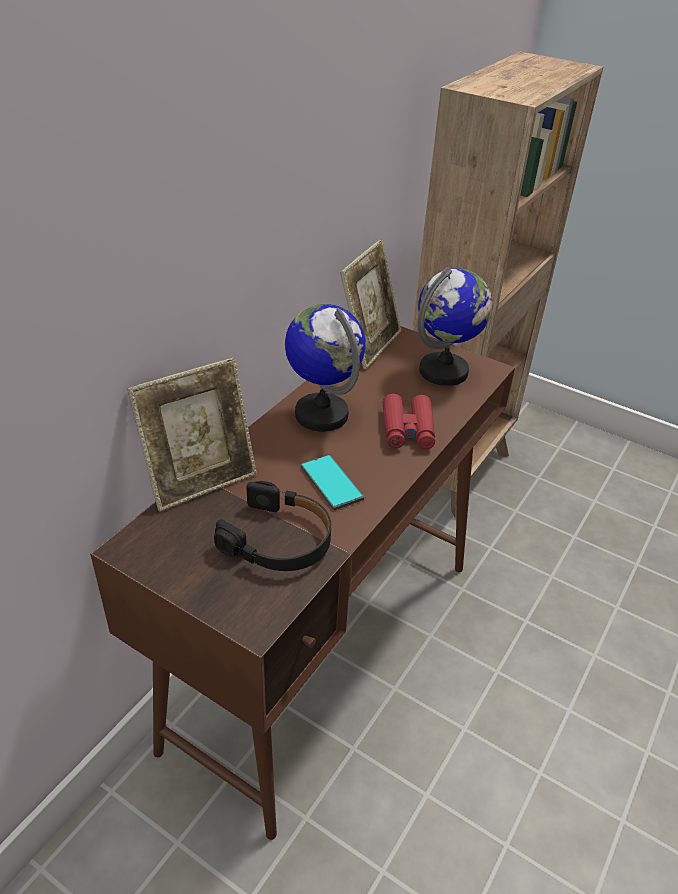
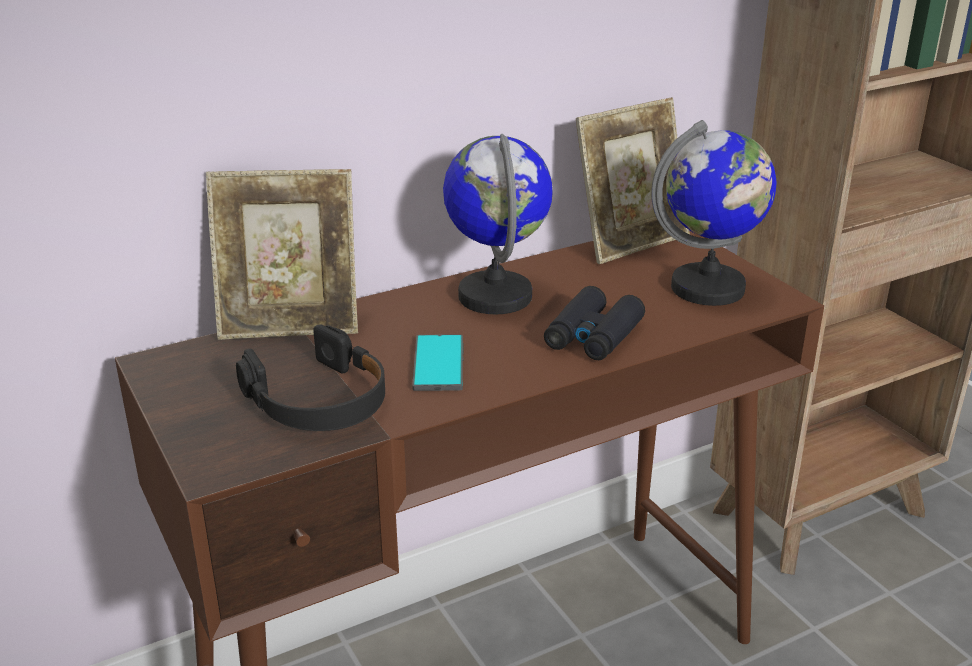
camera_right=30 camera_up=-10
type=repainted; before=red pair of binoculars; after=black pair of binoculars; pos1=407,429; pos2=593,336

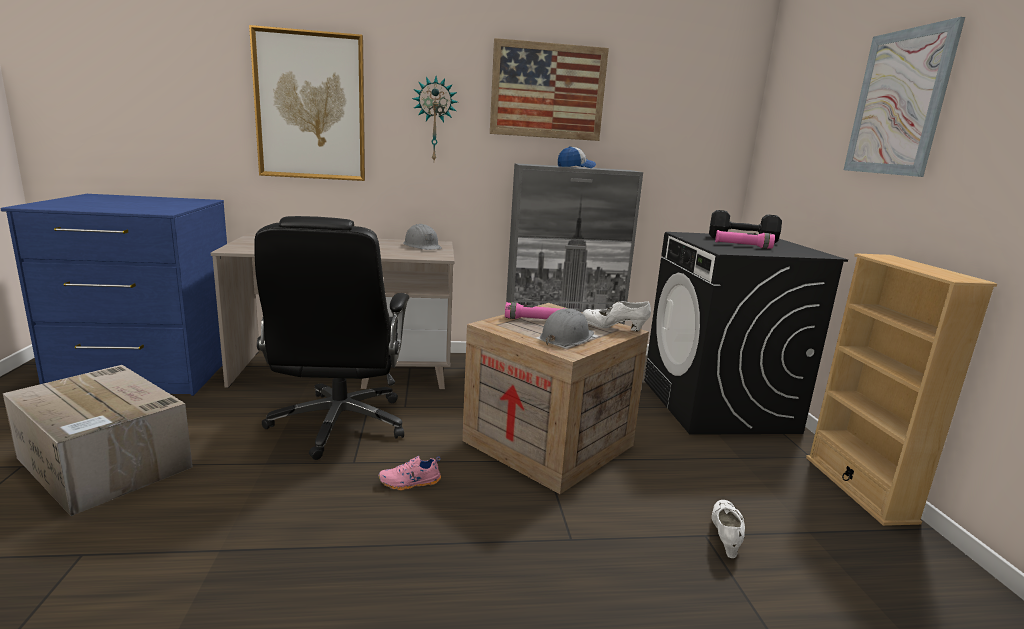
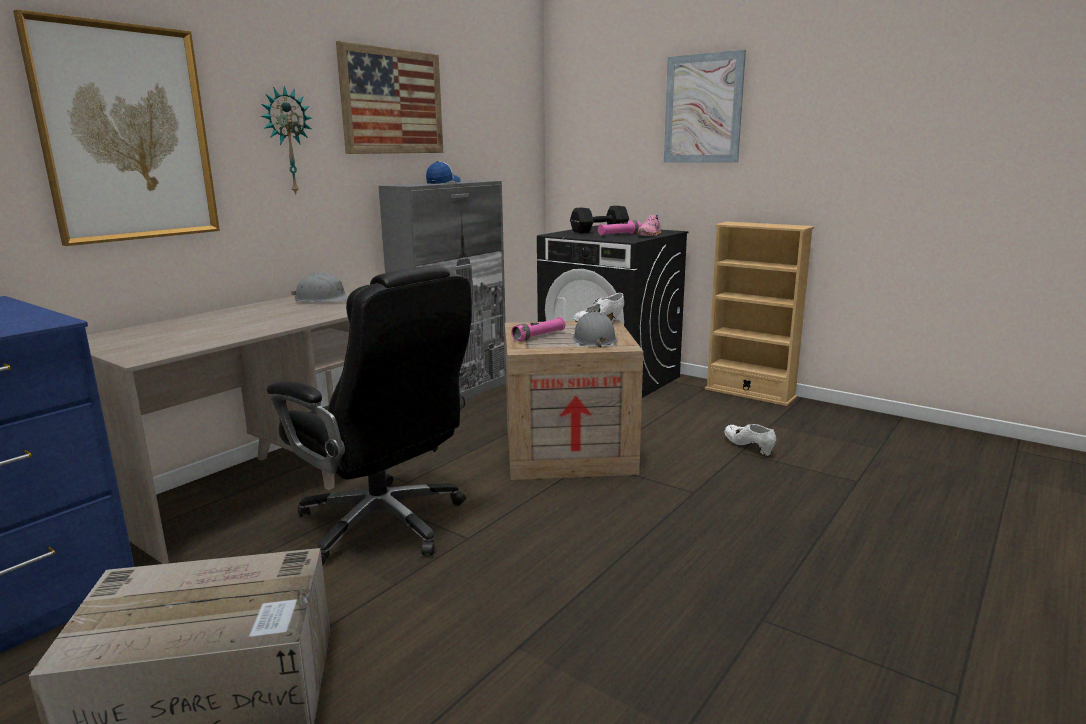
camera_right=-45 camera_up=0
type=shifted; before=pink low shoe; pos1=410,483; pos2=650,235

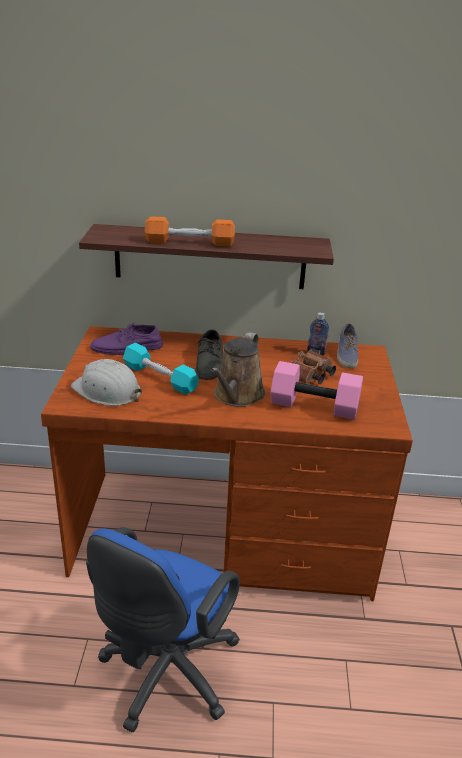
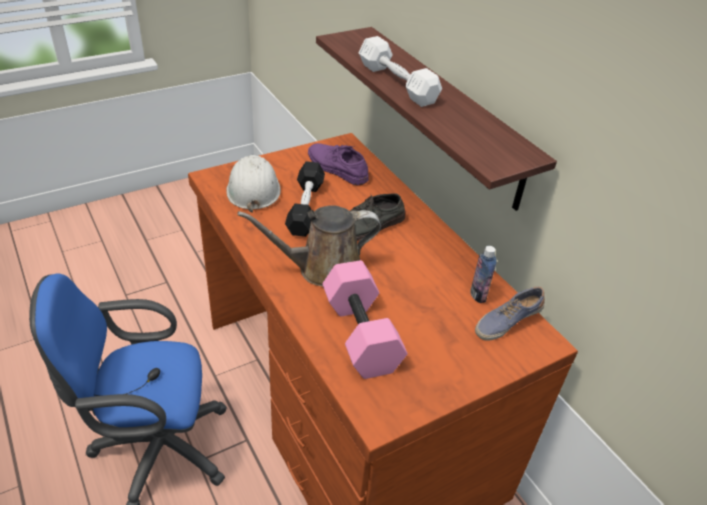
camera_right=55 camera_up=10
type=repainted; before=turquoise-coloured free weight; after=black free weight; pos1=160,377; pos2=305,208
type=repainted; before=orangey free weight; after=whitish free weight; pos1=190,242; pos2=397,83
type=gone; before=brown pair of binoculars; pos1=309,377

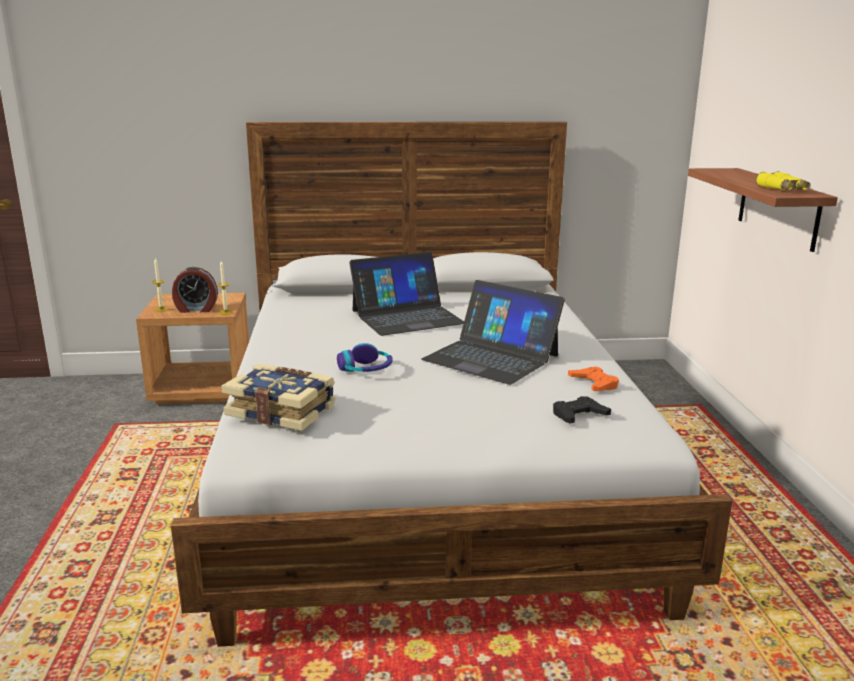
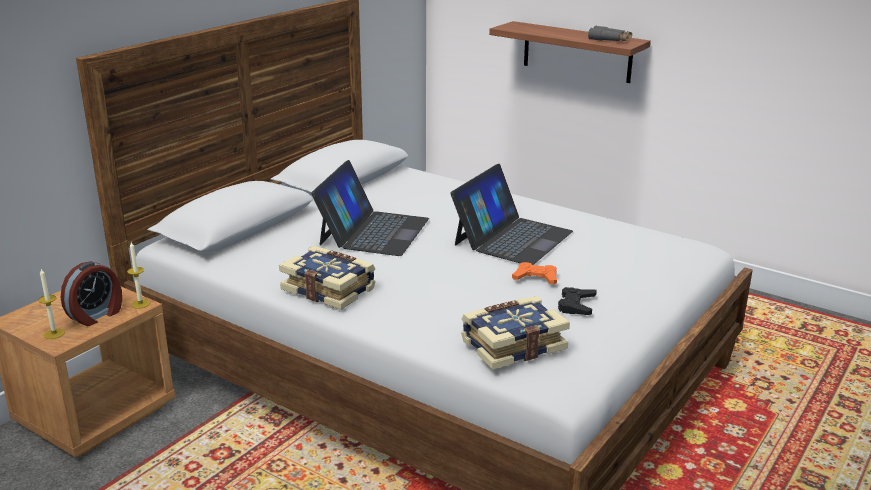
camera_right=-50 camera_up=5
type=gone; before=headset; pos1=366,369
type=rotated; before=notebook computer; pos1=491,357; pos2=512,238; turn=-45
type=shifted; before=black gamepad; pos1=579,415; pos2=576,305
type=shifted; before=orangey gamepad; pos1=594,383; pos2=536,278
type=repainted; before=yellow pair of binoculars; after=gray pair of binoculars; pos1=782,189; pos2=610,40
type=new; after=bound book; pos2=329,289

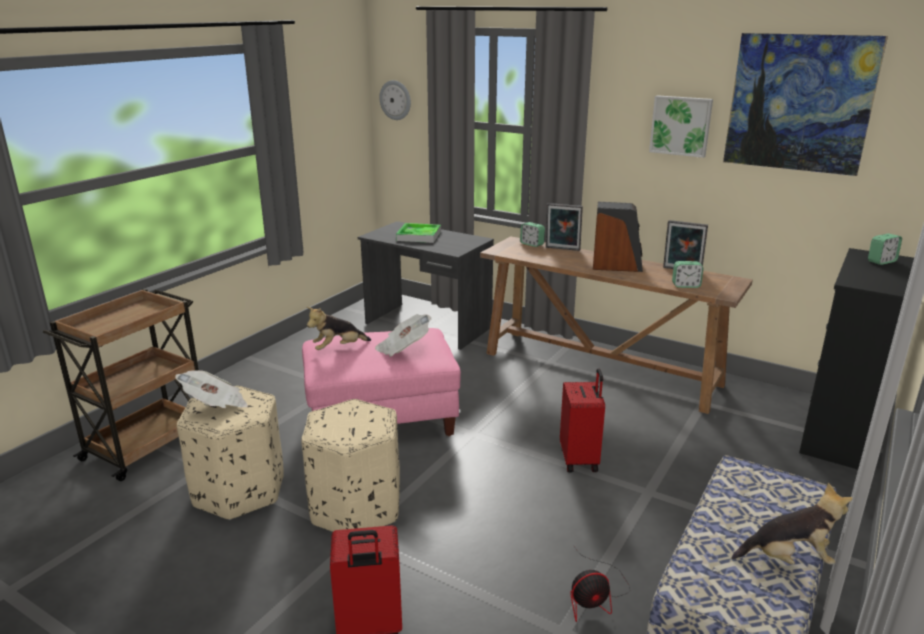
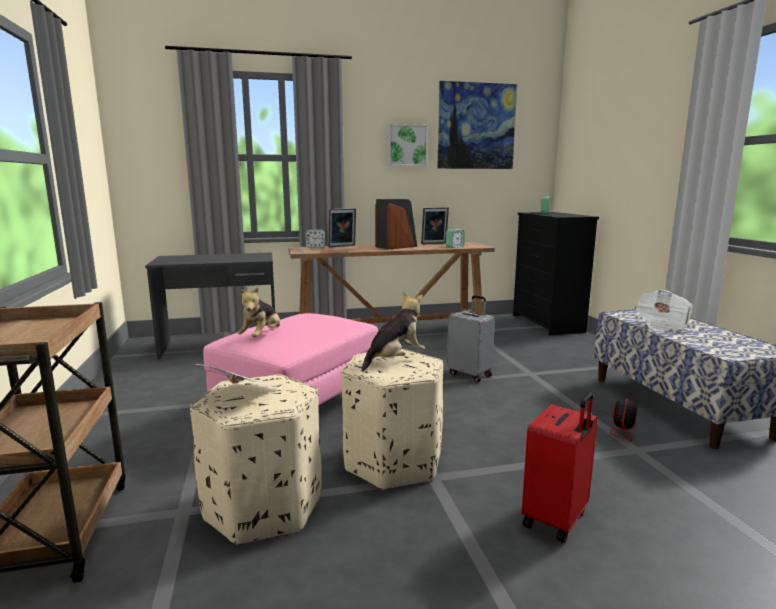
camera_right=-45 camera_up=-10
type=shifted; before=newspaper; pos1=403,348; pos2=661,324
type=gone; before=clock on the wall; pos1=395,100
type=gone; before=tray; pos1=419,236
type=repainted; before=red suitcase; after=gray suitcase; pos1=580,459; pos2=470,374
type=shifted; before=plush toy; pos1=788,558; pos2=395,360

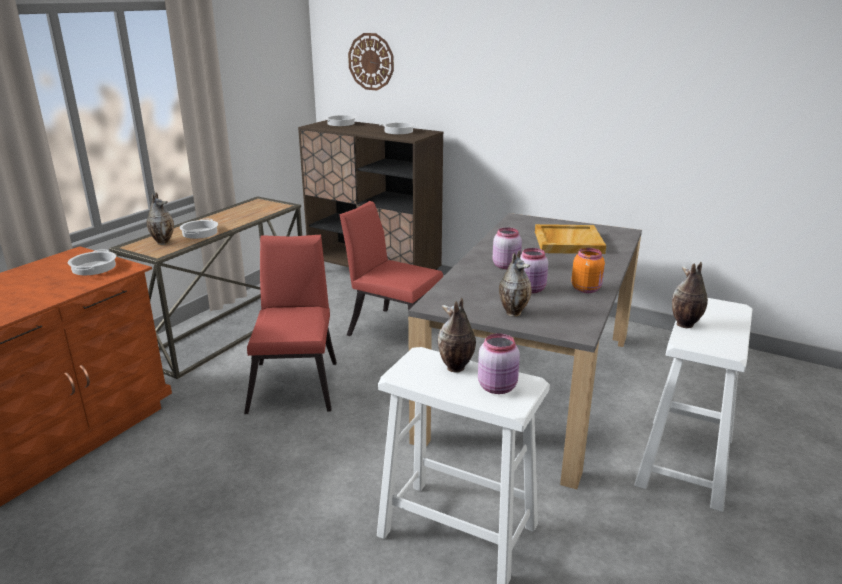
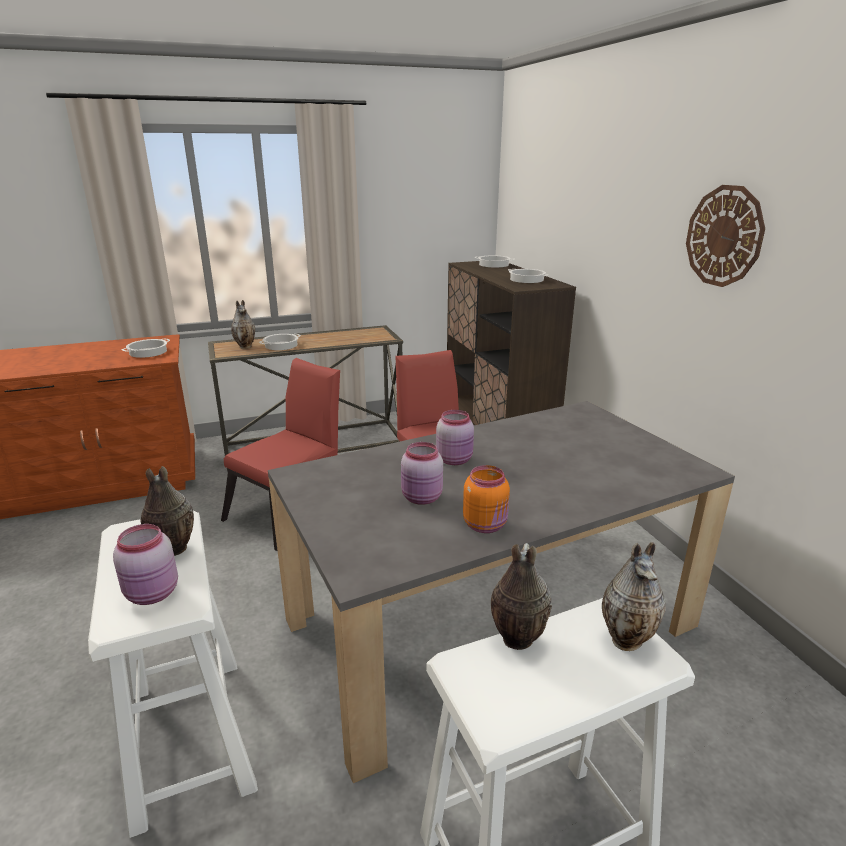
camera_right=40 camera_up=0
type=shifted; before=clock on the wall; pos1=371,61; pos2=724,236
type=shifted; before=vase; pos1=513,312; pos2=628,639
type=gone; before=beige-coloured tray; pos1=567,242

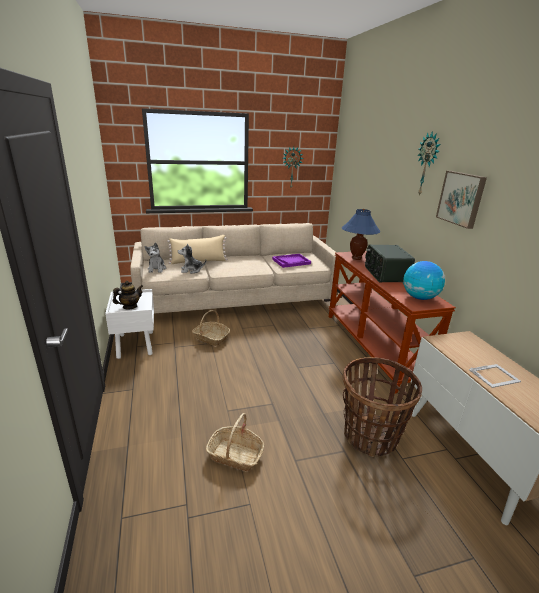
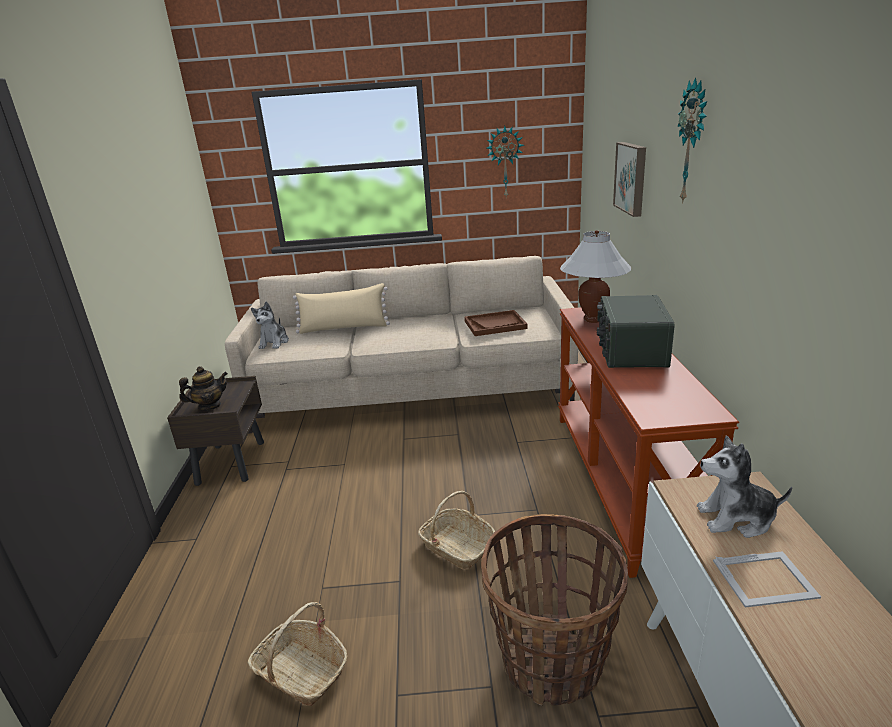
camera_right=15 camera_up=0
type=repainted; before=whitish bedside table; after=brown bedside table; pos1=135,344; pos2=231,462
type=shifted; before=plush toy; pos1=191,270; pos2=736,519
type=shifted; before=household basket; pos1=211,338; pos2=457,547
type=repainted; before=purple tray; after=brown tray; pos1=291,261; pos2=495,325
type=repainted; before=blue lamp for a table; after=whitish lamp for a table; pos1=356,258; pos2=593,319
type=gone; before=world globe; pos1=419,297
type=shifted; before=wall art; pos1=461,198; pos2=632,178

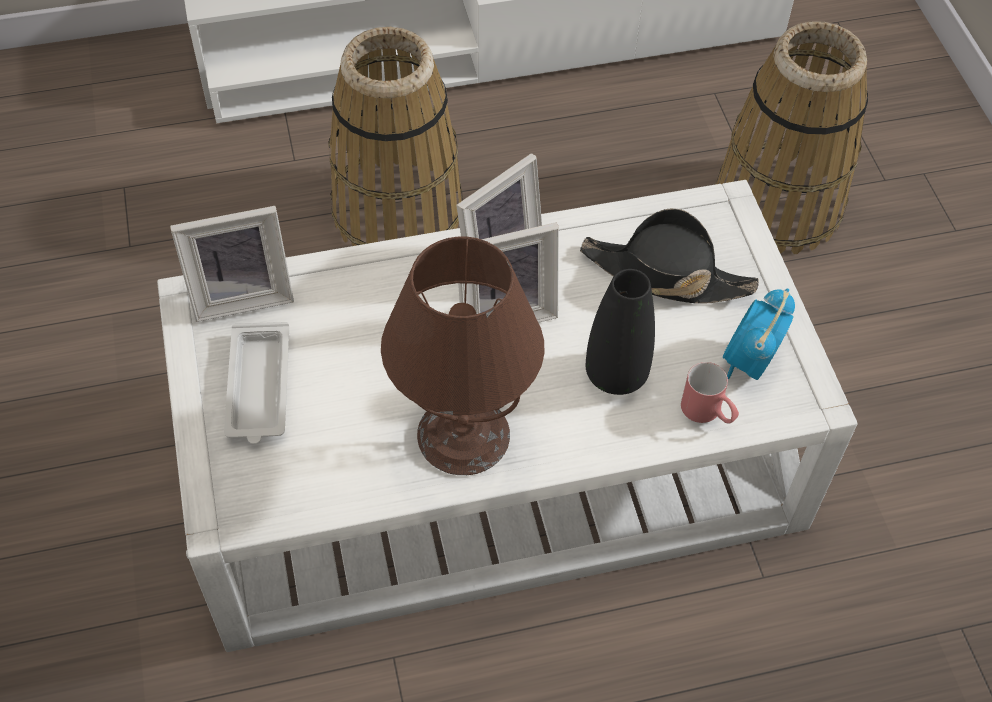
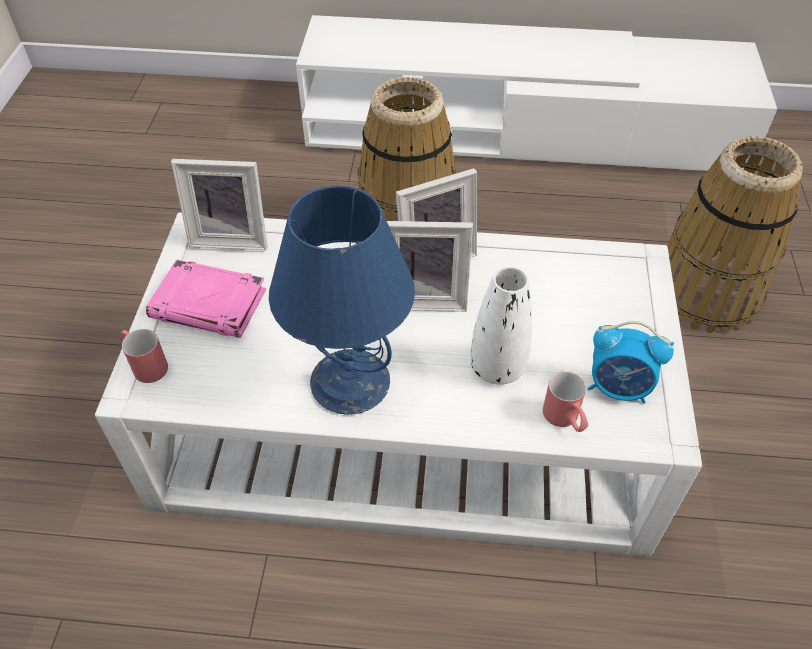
camera_right=20 camera_up=-5
type=swapped; before=whitish tray; after=pink bound book; pos1=259,388; pos2=210,304
type=repainted; before=brown lamp for a table; after=blue lamp for a table; pos1=464,434; pos2=351,380
type=gone; before=black hat; pos1=665,275
type=repainted; before=black vase; after=whitish vase; pos1=616,374; pos2=497,367
type=rotated; before=alarm clock; pos1=749,362; pos2=618,388; turn=-120
type=new; after=red coffee mug; pos2=145,364

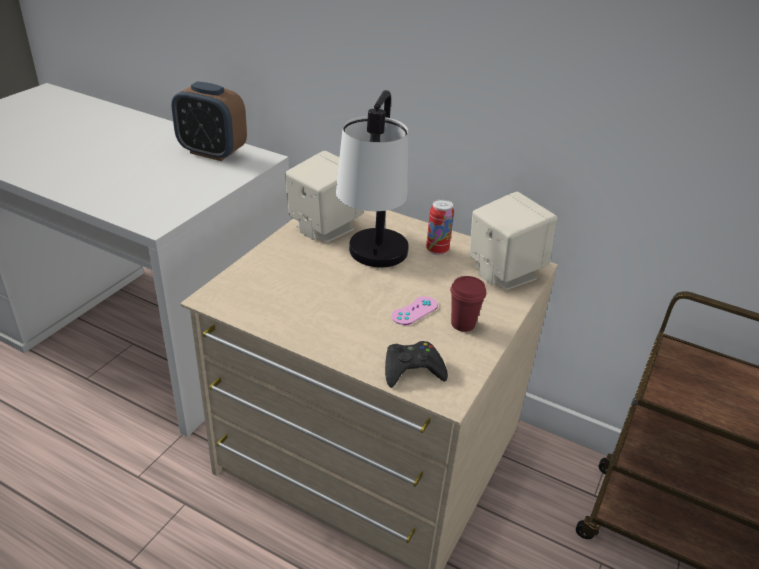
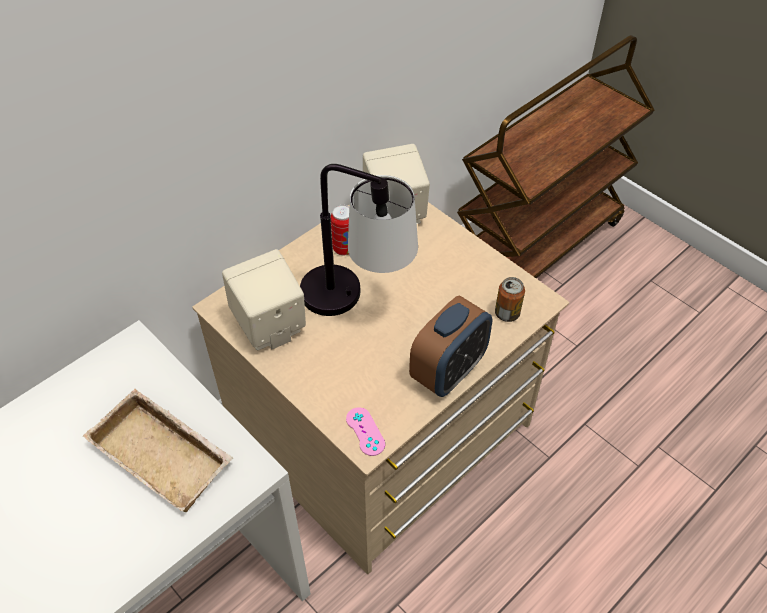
camera_right=-70 camera_up=15
type=shifted; before=alarm clock; pos1=212,152; pos2=448,371
type=swapped; before=black gamepad; after=metal can; pos1=412,369; pos2=507,313
type=shifted; before=pink gamepad; pos1=414,311; pos2=365,431
type=gone; before=red cup; pos1=463,324
type=new; after=beige-coloured tray; pos2=165,454

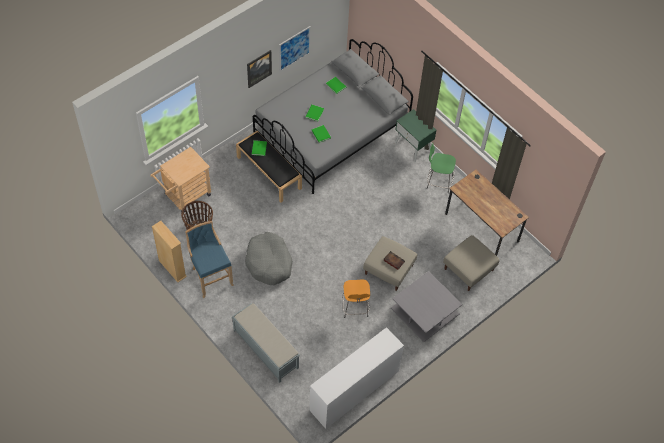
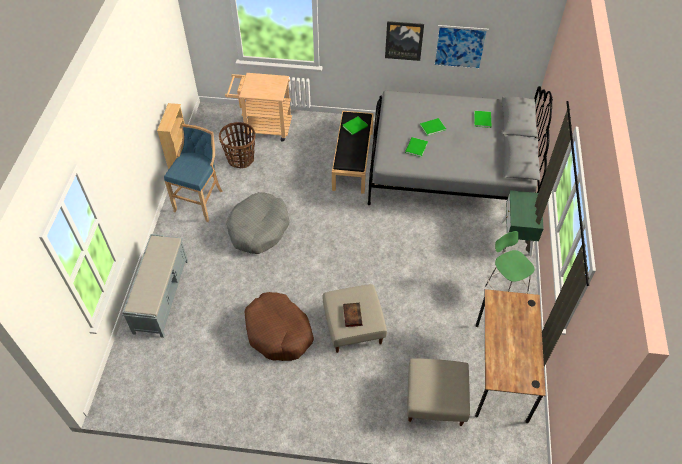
camera_right=50 camera_up=-5
type=gone; before=whitish dresser; pos1=354,391
type=swapped; before=orangey stool; after=brown pet bed; pos1=355,308; pos2=279,332
type=gone; before=gray low table; pos1=423,313

